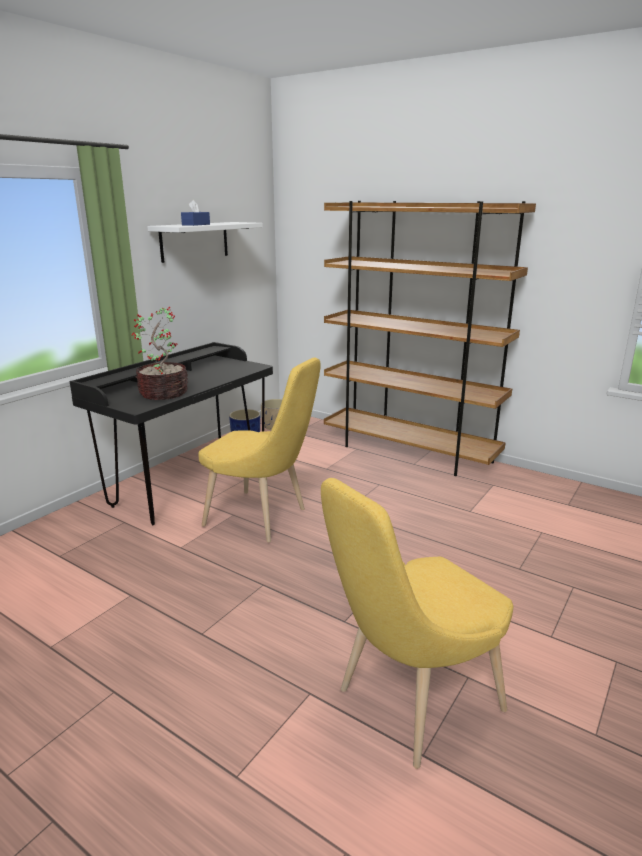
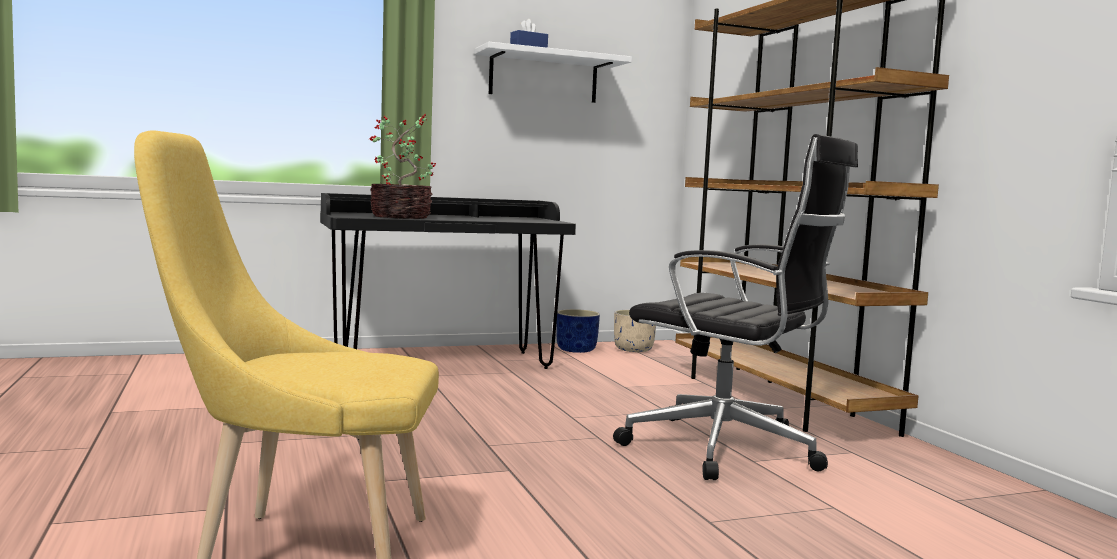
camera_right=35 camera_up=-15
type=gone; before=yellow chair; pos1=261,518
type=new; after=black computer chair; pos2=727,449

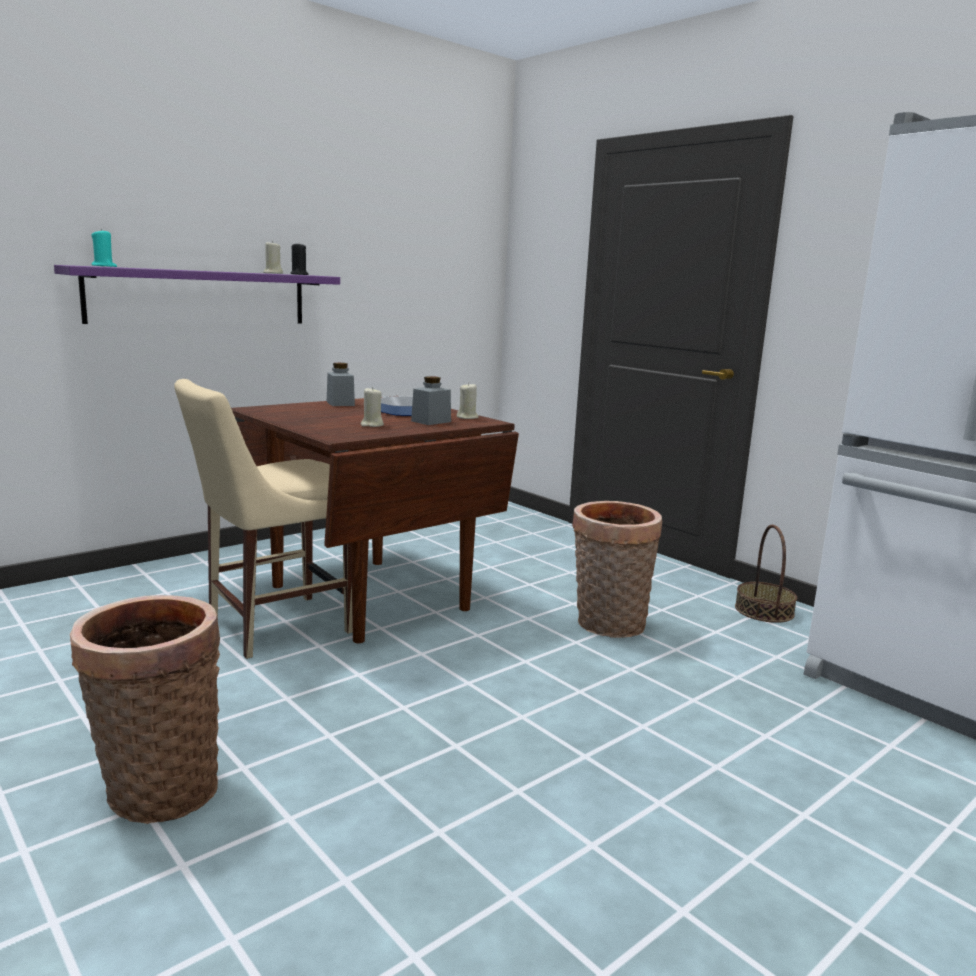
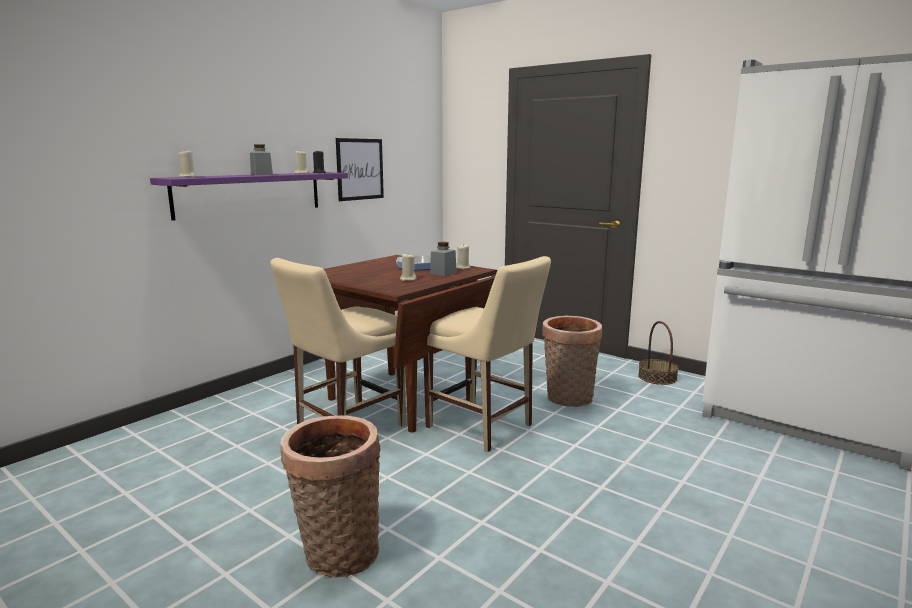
camera_right=-10 camera_up=0
type=repainted; before=turquoise-coloured wax light; after=beige-coloured wax light; pos1=104,266; pos2=188,177
type=shifted; before=gray preserve jar; pos1=340,403; pos2=261,174
type=new; after=wall art; pos2=360,169
type=new; after=beige-coloured chair; pos2=483,427

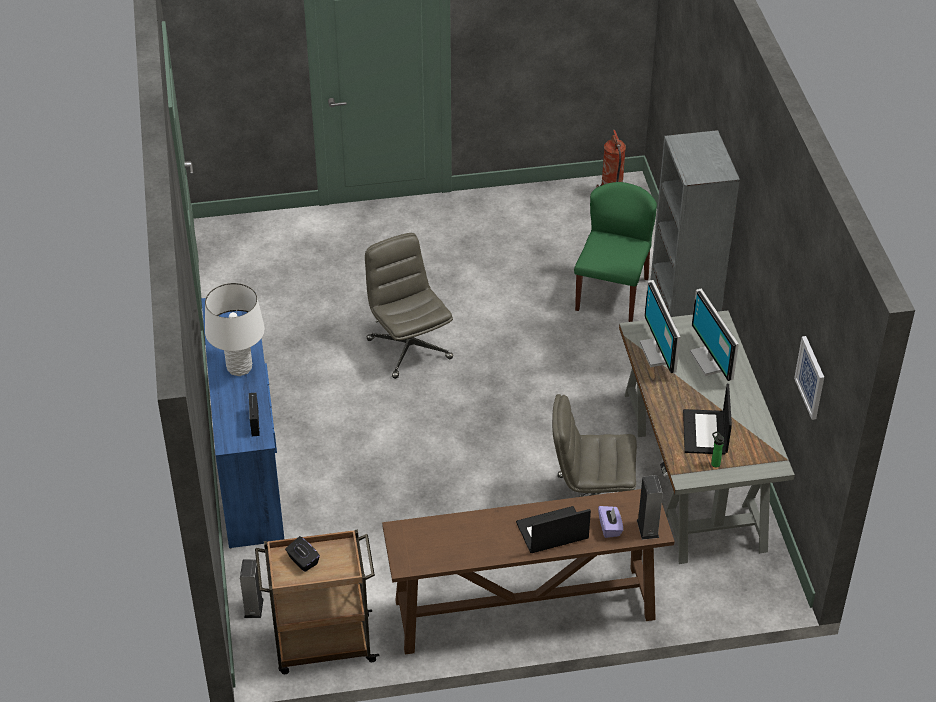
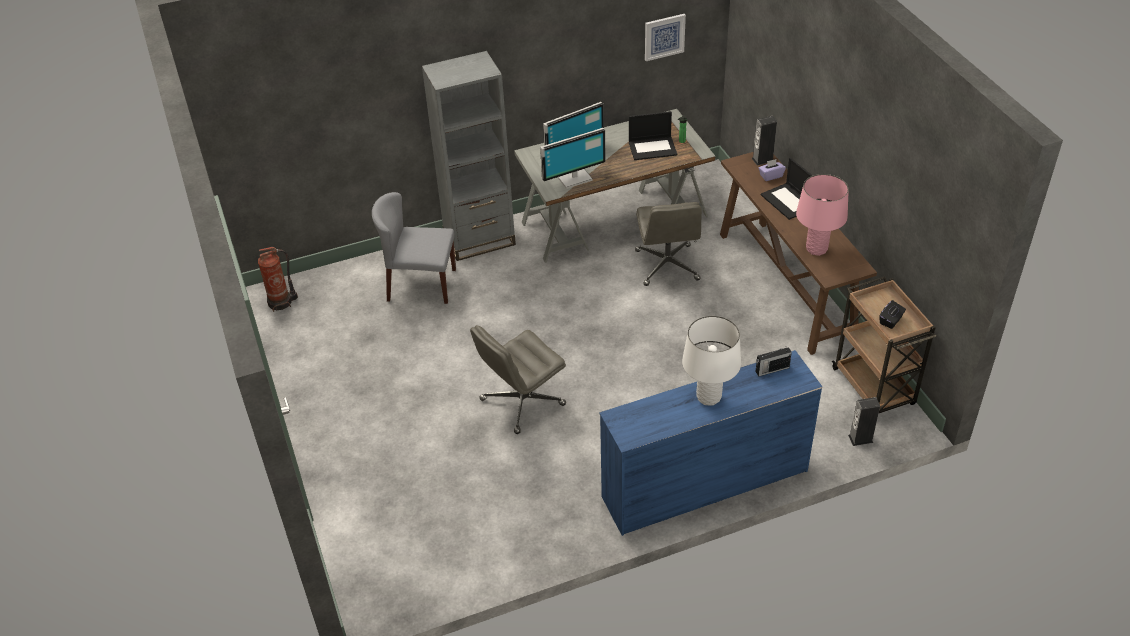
camera_right=-100 camera_up=0
type=repainted; before=greenish chair; after=gray chair; pos1=611,293; pos2=421,285
type=new; after=pink lamp for a table; pos2=816,249

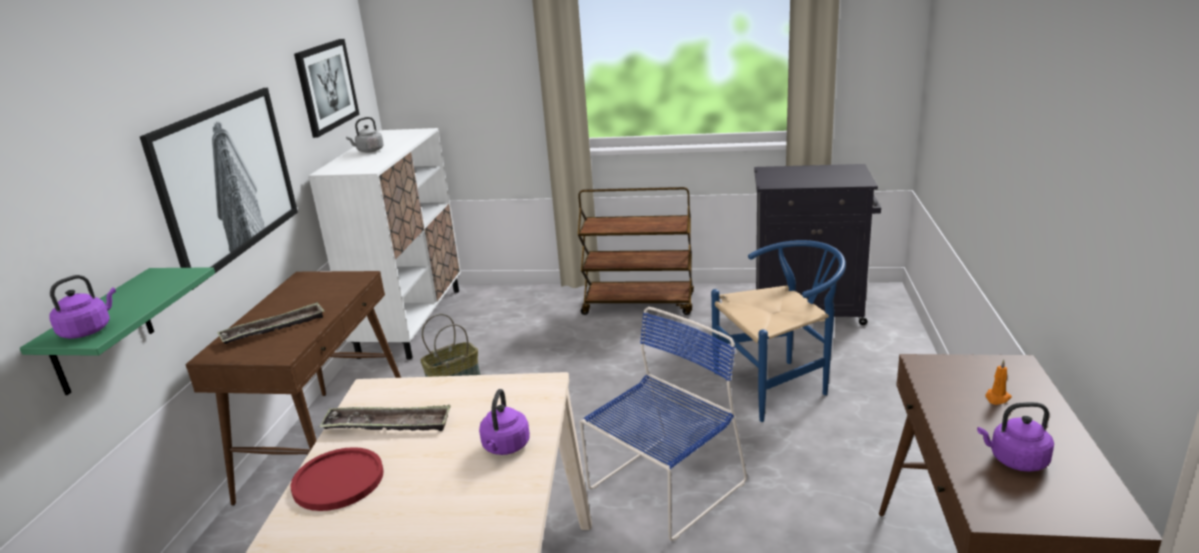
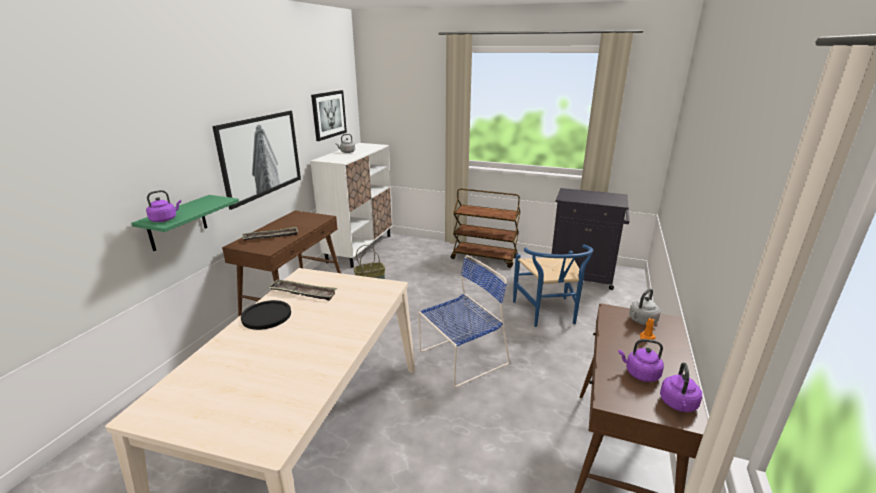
camera_right=10 camera_up=0
type=repainted; before=red dinner plate; after=black dinner plate; pos1=338,480; pos2=266,316
type=shifted; before=purple kettle; pos1=505,447; pos2=678,404
type=rotated; before=blue chair; pos1=779,384; pos2=548,314; turn=90
type=new; after=gray kettle; pos2=641,321

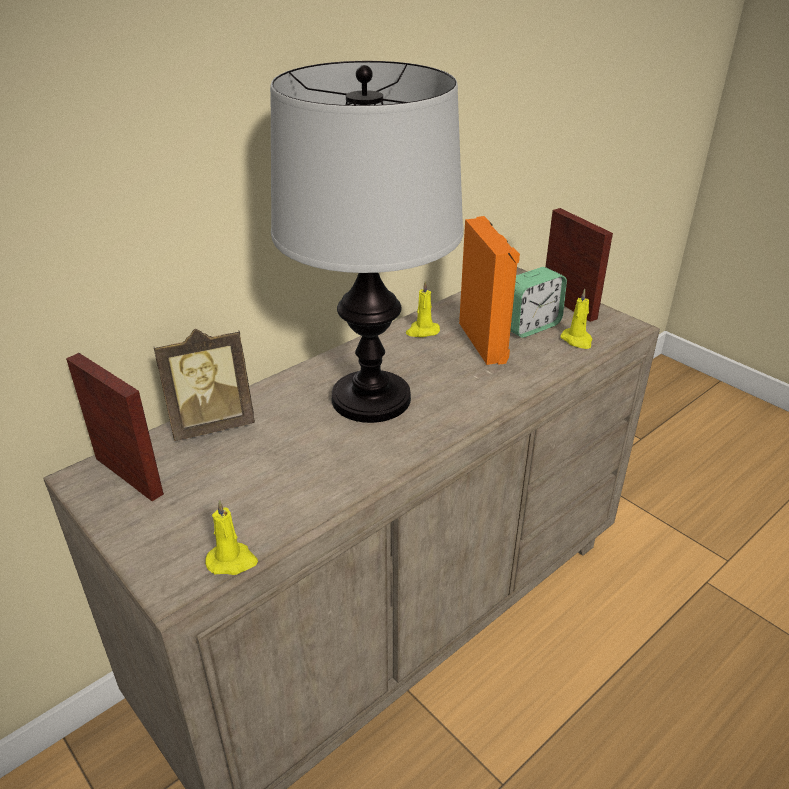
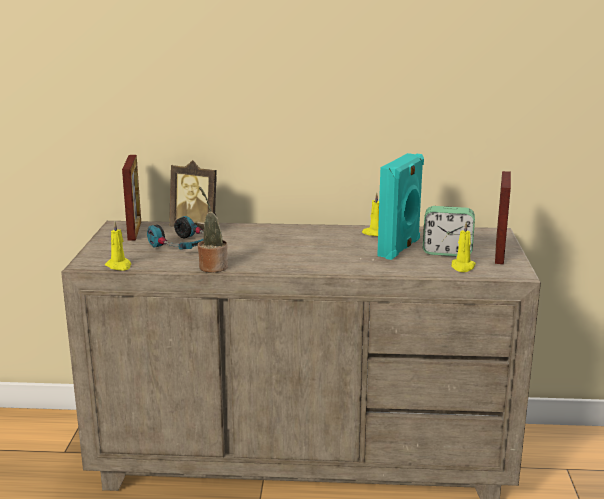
camera_right=45 camera_up=-15
type=gone; before=lamp for a table; pos1=370,399
type=repainted; before=orangey loudspeaker; after=turquoise-coloured loudspeaker; pos1=484,342; pos2=400,248
type=new; after=headset; pos2=182,246
type=new; after=houseplant; pos2=212,266

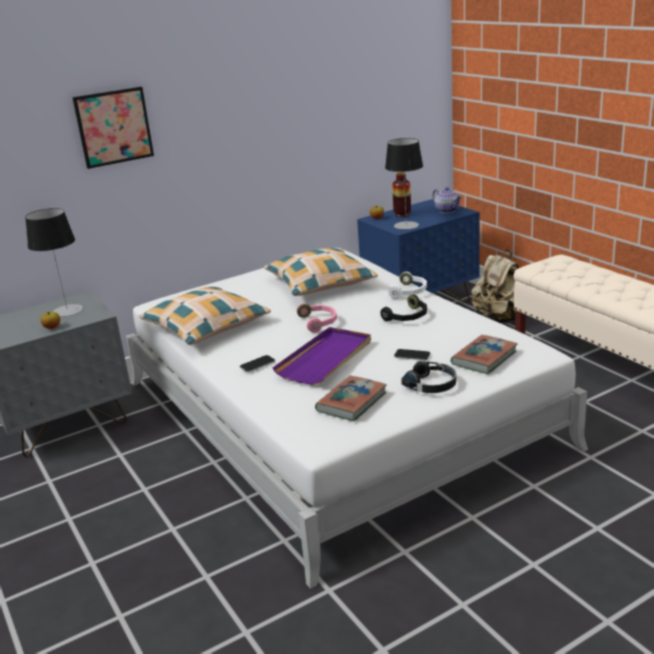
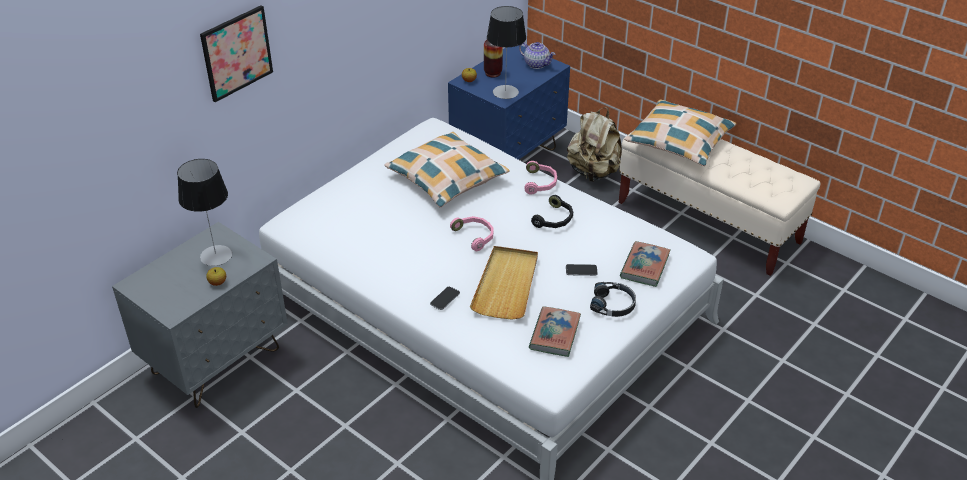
camera_right=-20 camera_up=15
type=shifted; before=pillow; pos1=206,326; pos2=679,141
type=repainted; before=purple tray; after=beige-coloured tray; pos1=325,359; pos2=506,285
type=repainted; before=whitish headset; after=pink headset; pos1=410,292; pos2=540,183

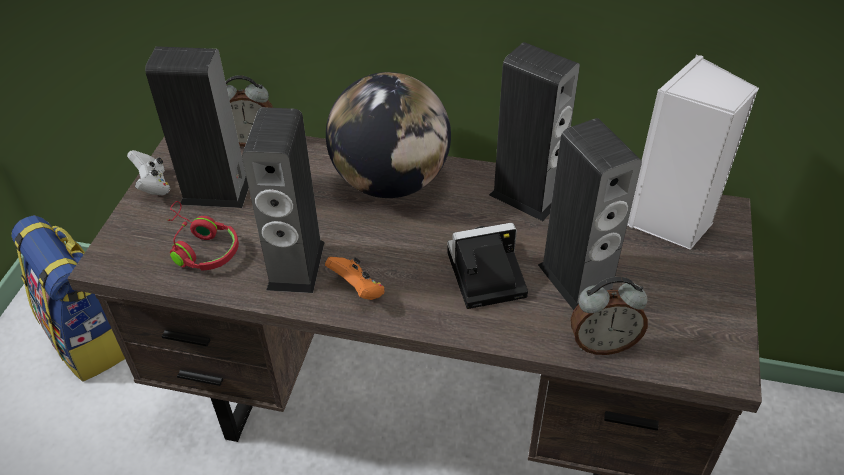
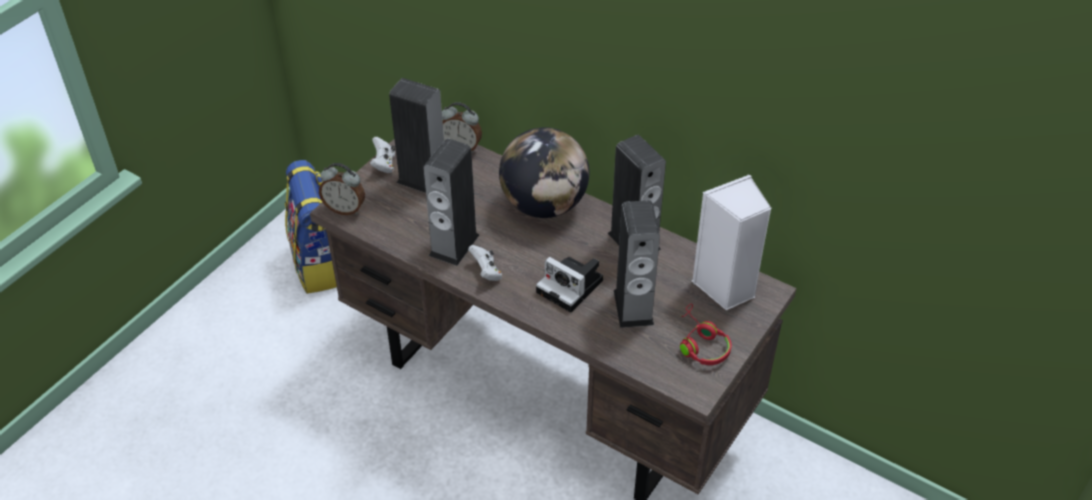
camera_right=20 camera_up=0
type=shifted; before=red headset; pos1=200,247; pos2=700,344
type=repainted; before=orangey gamepad; after=whitish gamepad; pos1=358,290; pos2=486,272
type=rotated; before=photo camera; pos1=483,276; pos2=572,287; turn=-150
type=shifted; before=alarm clock; pos1=602,343; pos2=345,209

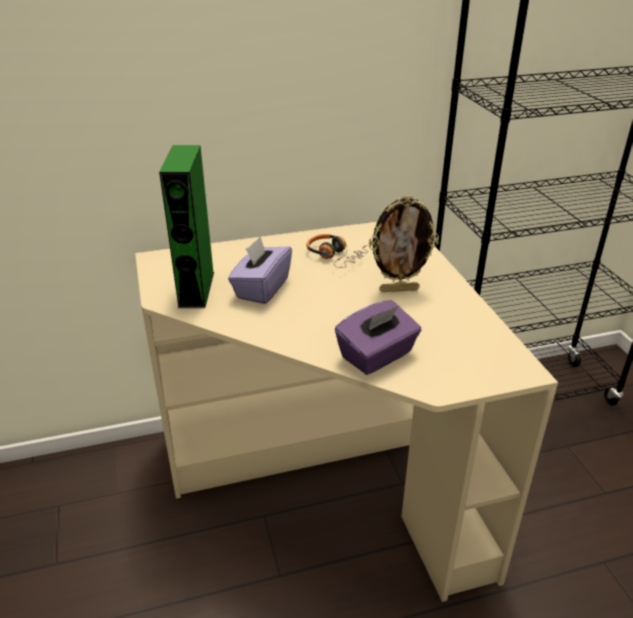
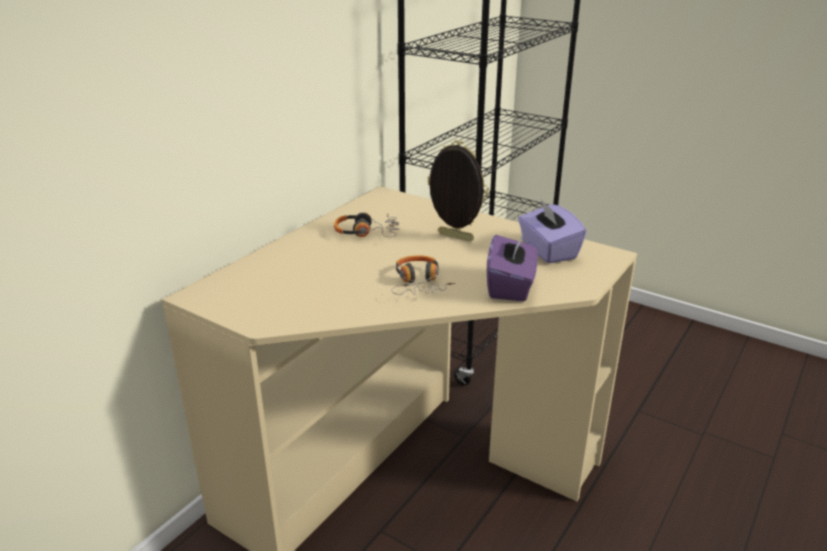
camera_right=-40 camera_up=-5
type=gone; before=greenish loudspeaker; pos1=196,289
type=shifted; before=purple tissue holder; pos1=261,288; pos2=548,251
type=rotated; before=photo frame; pos1=399,289; pos2=454,237; turn=-105
type=new; after=headset; pos2=419,283

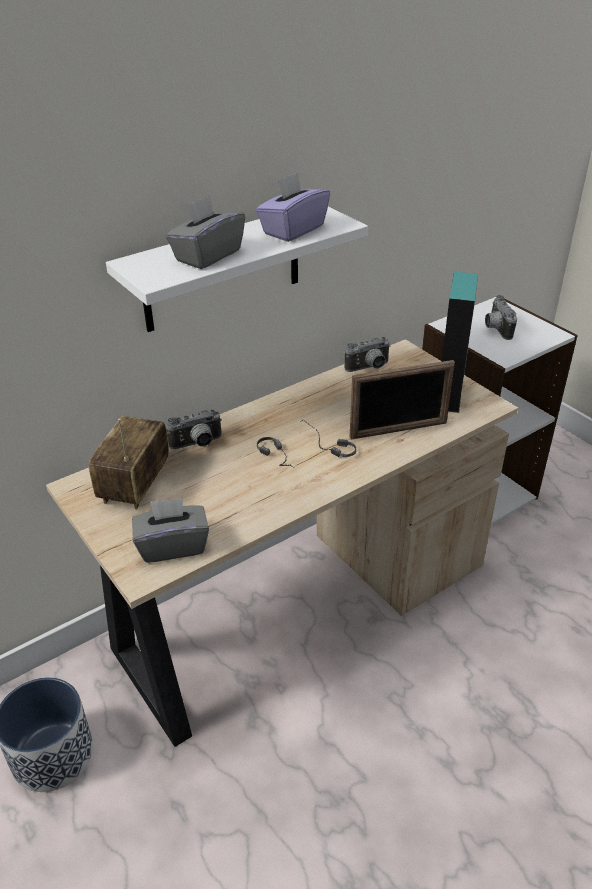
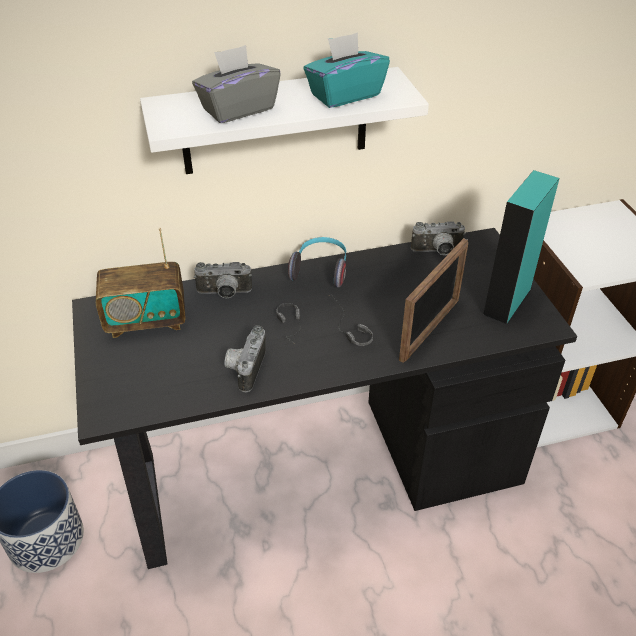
camera_right=20 camera_up=5
type=repainted; before=beige-coloured desk table; after=black desk table; pos1=296,605; pos2=317,468
type=rotated; before=radio receiver; pos1=135,485; pos2=146,321; turn=-135
type=gone; before=gray tissue holder; pos1=173,546
type=repainted; before=purple tissue holder; after=turquoise-coloured tissue holder; pos1=293,230; pos2=345,95
type=rotated; before=photo frame; pos1=398,430; pos2=430,329; turn=-60
type=shifted; before=photo camera; pos1=495,329; pos2=245,368
type=new; after=headset; pos2=321,269

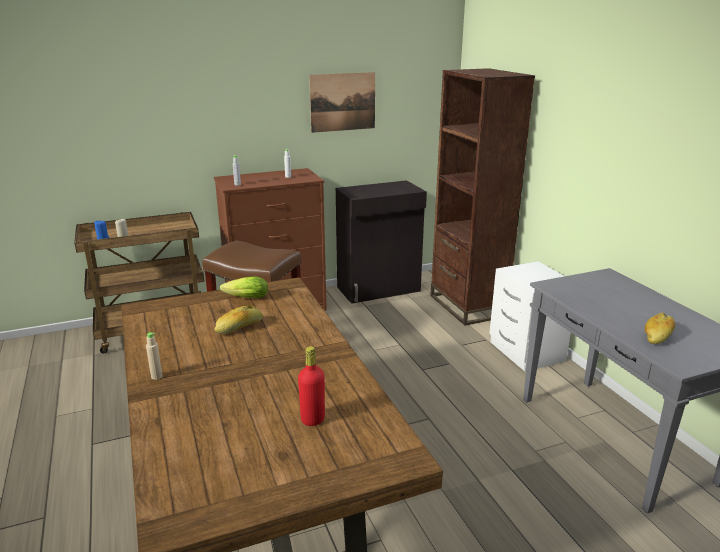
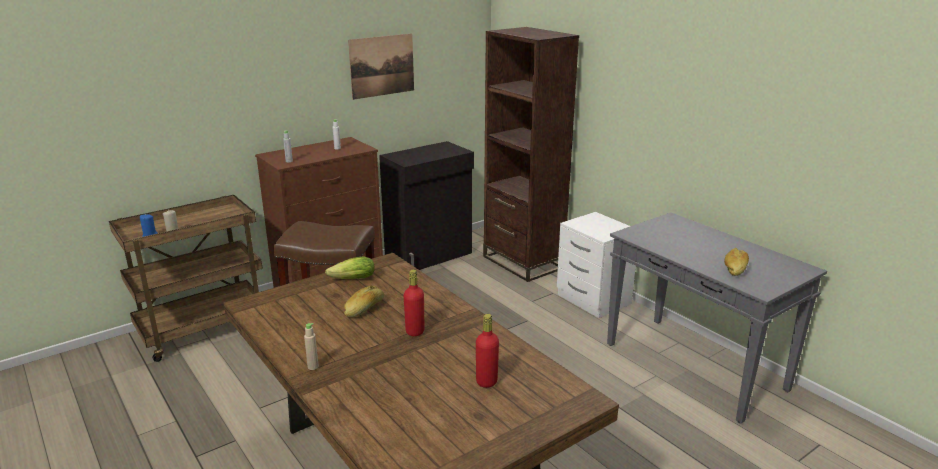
camera_right=-15 camera_up=0
type=new; after=red drink bottle; pos2=415,331

